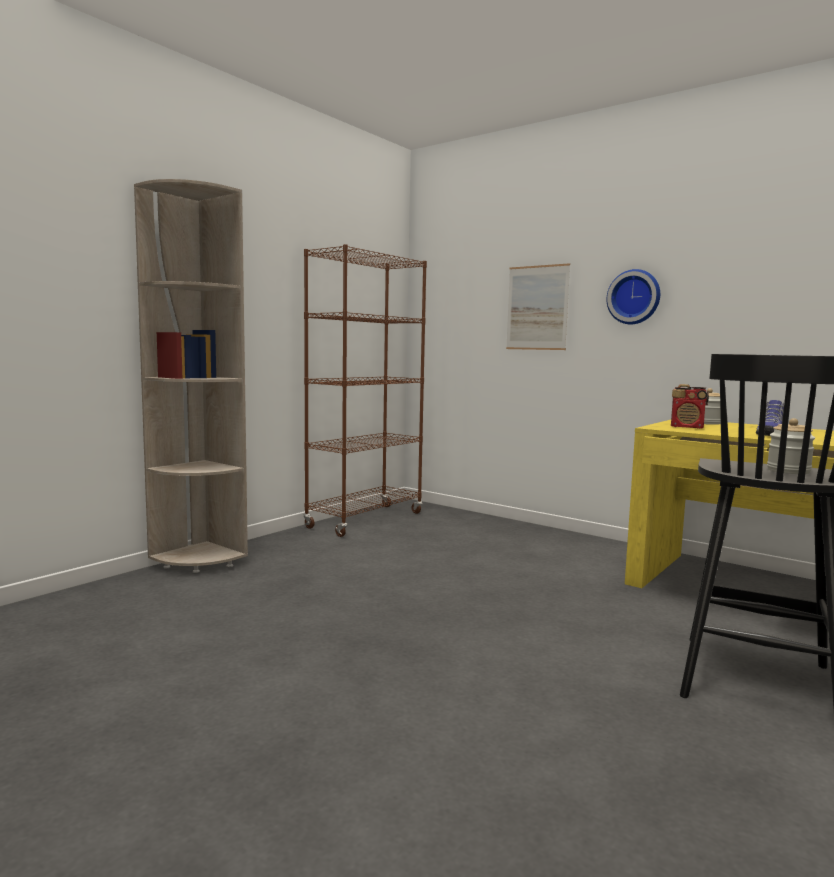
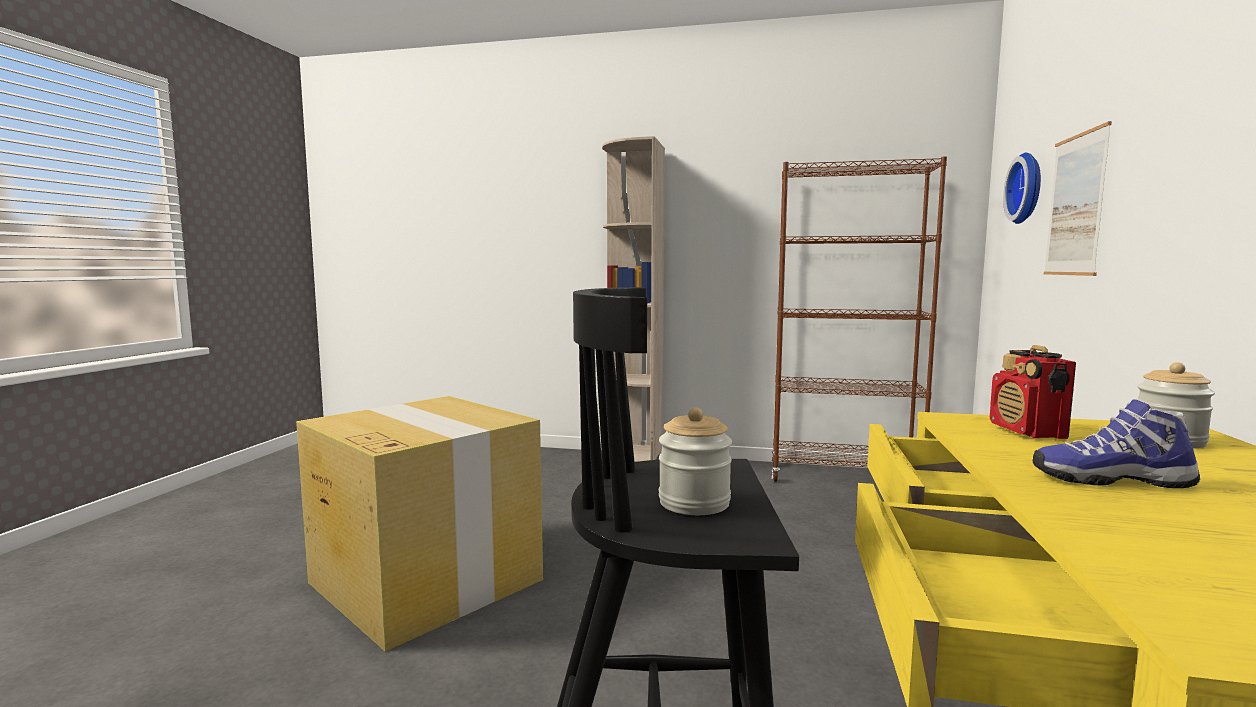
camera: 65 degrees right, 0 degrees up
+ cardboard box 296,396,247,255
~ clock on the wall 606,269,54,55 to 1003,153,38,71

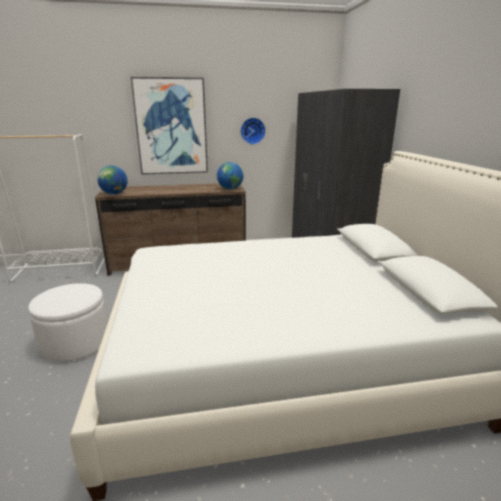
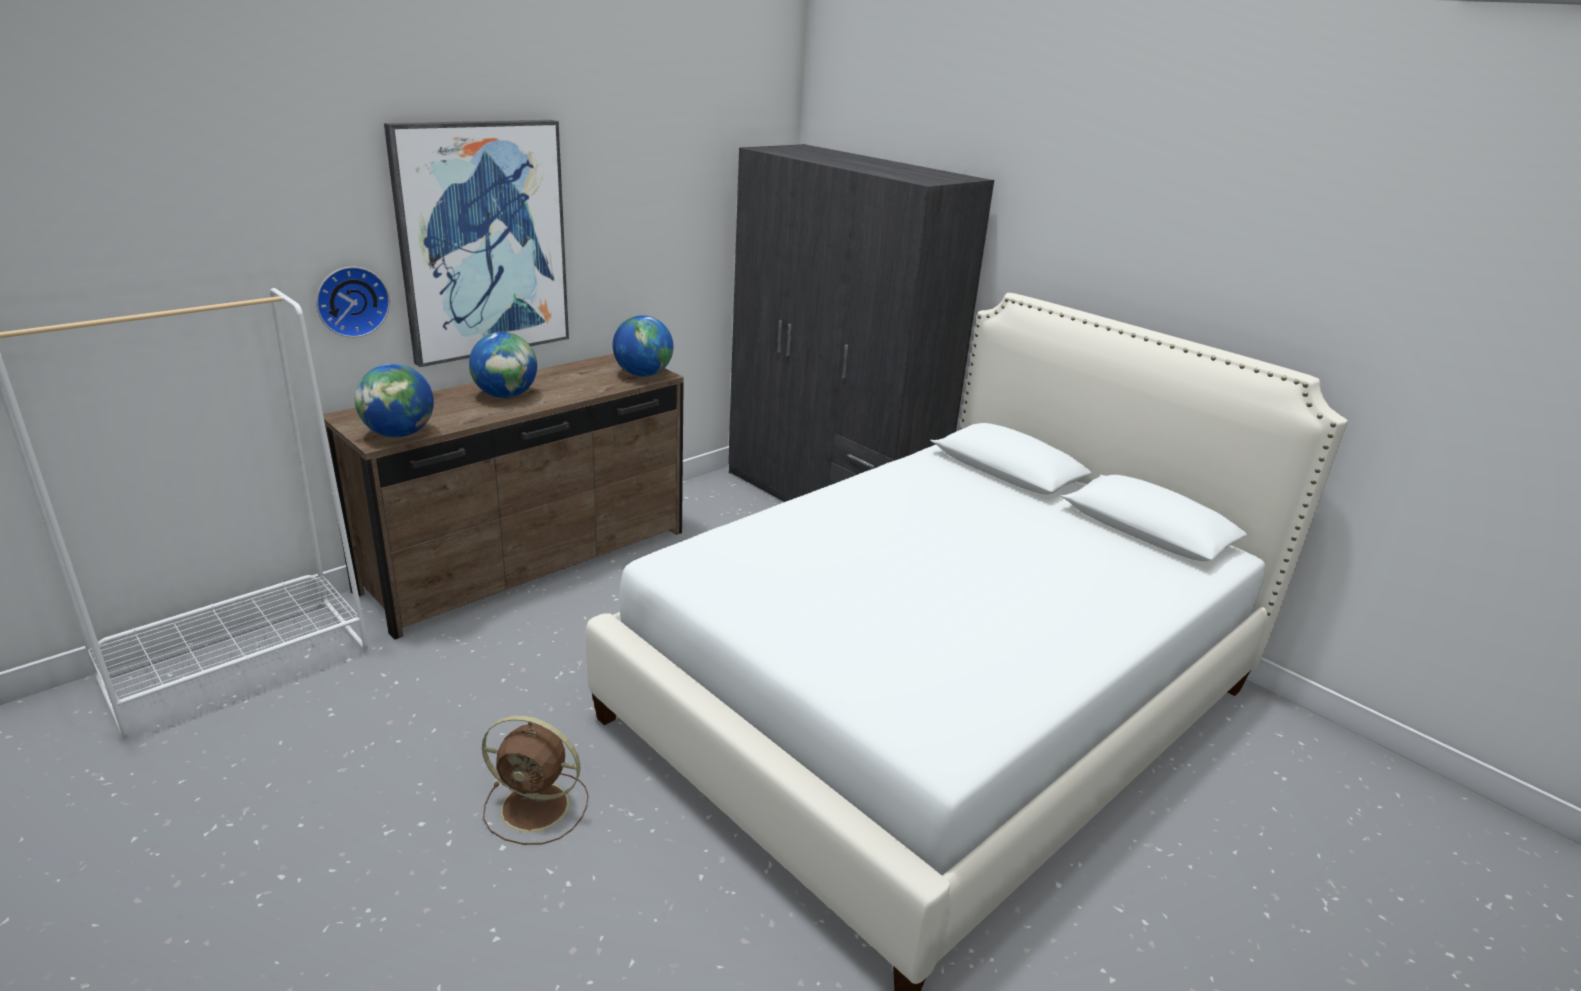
camera: 35 degrees left, 5 degrees up
+ world globe 469,332,68,66
~ clock on the wall 240,118,26,26 to 316,267,74,71
~ footrest (white-coloured) 28,283,80,79 to electric fan (brown-coloured) 482,715,106,130

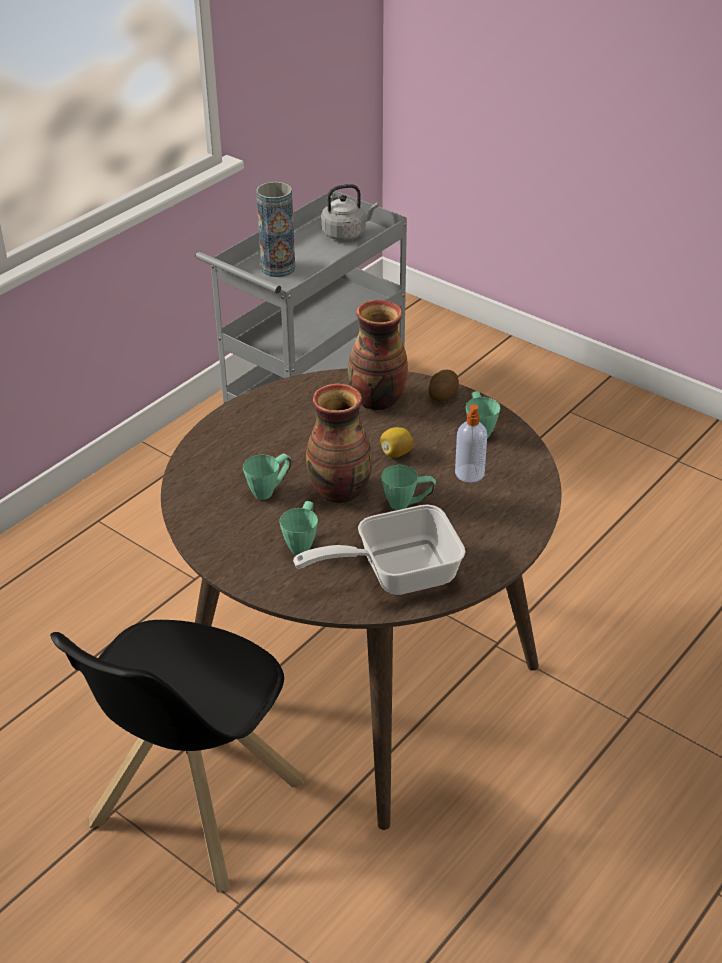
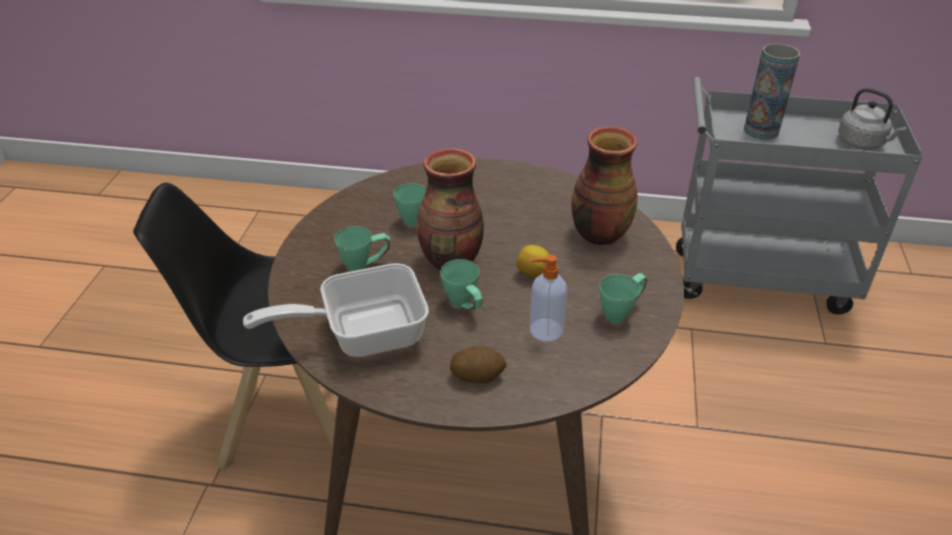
camera: 60 degrees right, 0 degrees up
~ whole potato 428,370,31,32 to 450,346,57,37
~ skillet 293,504,173,91 = 243,263,186,94 60 degrees counterclockwise

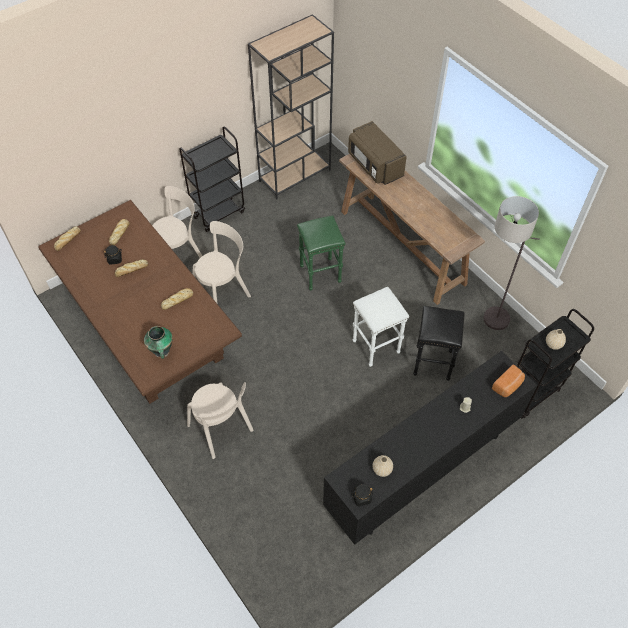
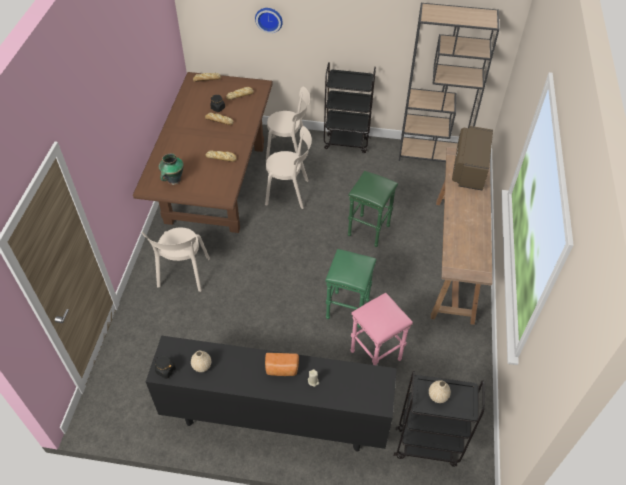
camera: 45 degrees right, 5 degrees down
- floor lamp (grey) 483,196,57,134
+ clock on the wall 255,8,28,25
~ baked bread 492,364,33,33 to 265,353,34,23
~ stool (white-coloured) 353,287,56,80 to stool (green) 325,249,51,79
~ stool (blackish) 413,306,52,75 to stool (pinkish) 350,293,63,72

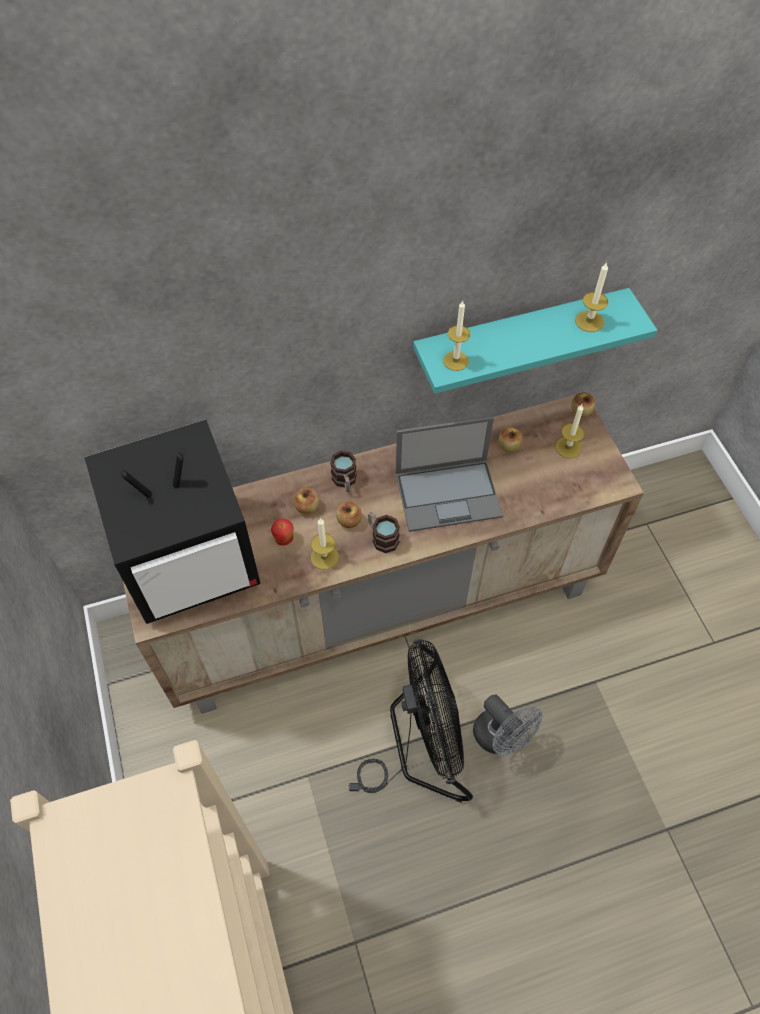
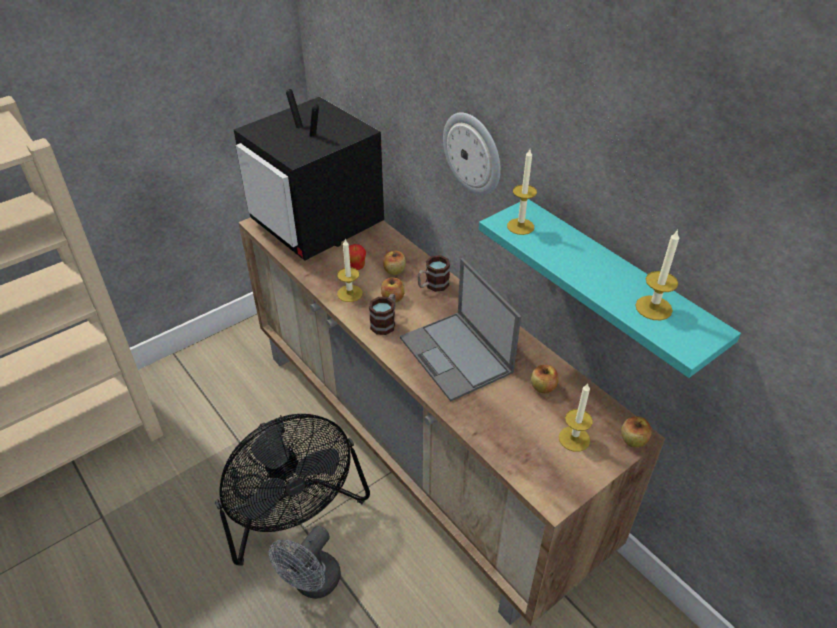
camera: 70 degrees right, 15 degrees down
+ clock on the wall 443,113,58,82

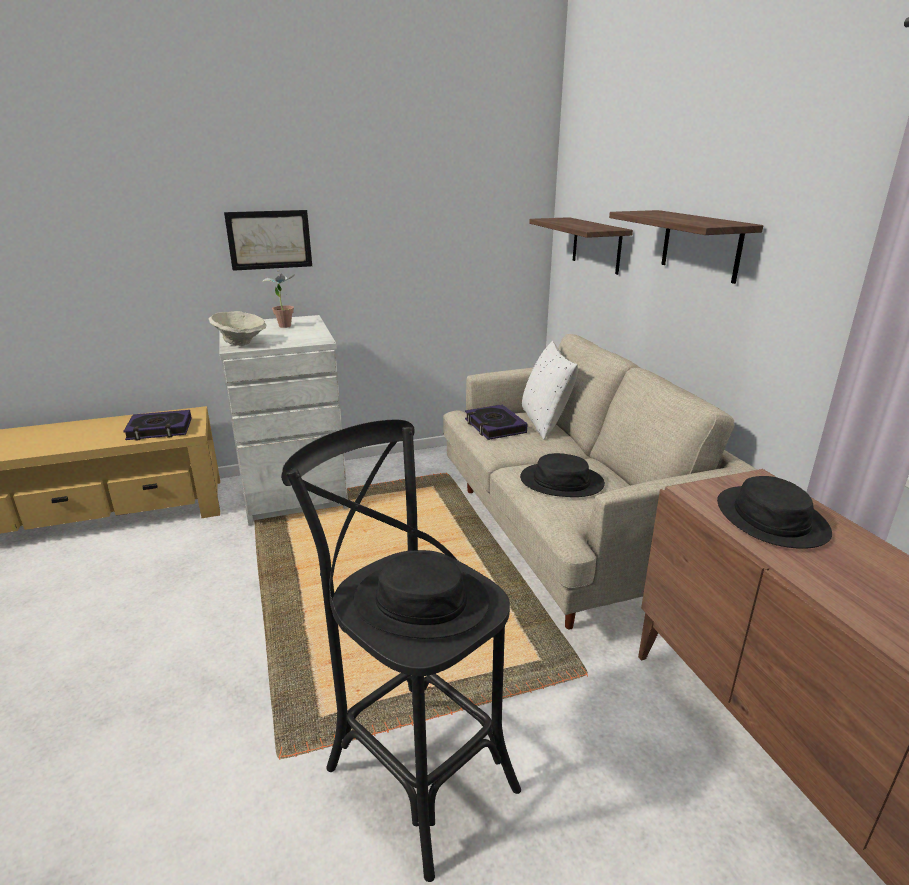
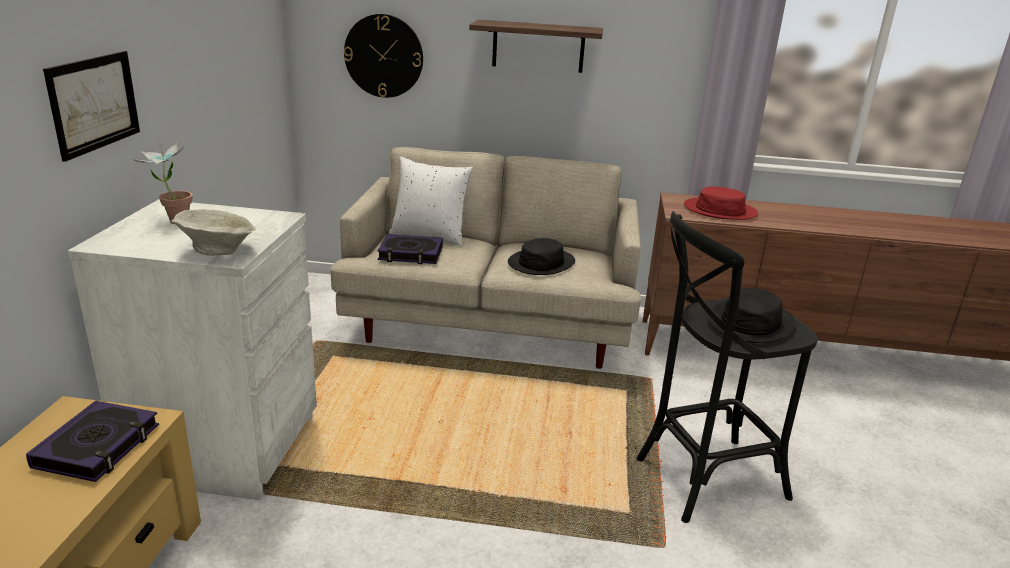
camera: 65 degrees left, 0 degrees up
~ shelf 529,217,104,58 to clock on the wall 344,14,79,84
~ hat (blackish) 717,476,115,73 to hat (red-coloured) 684,187,74,33

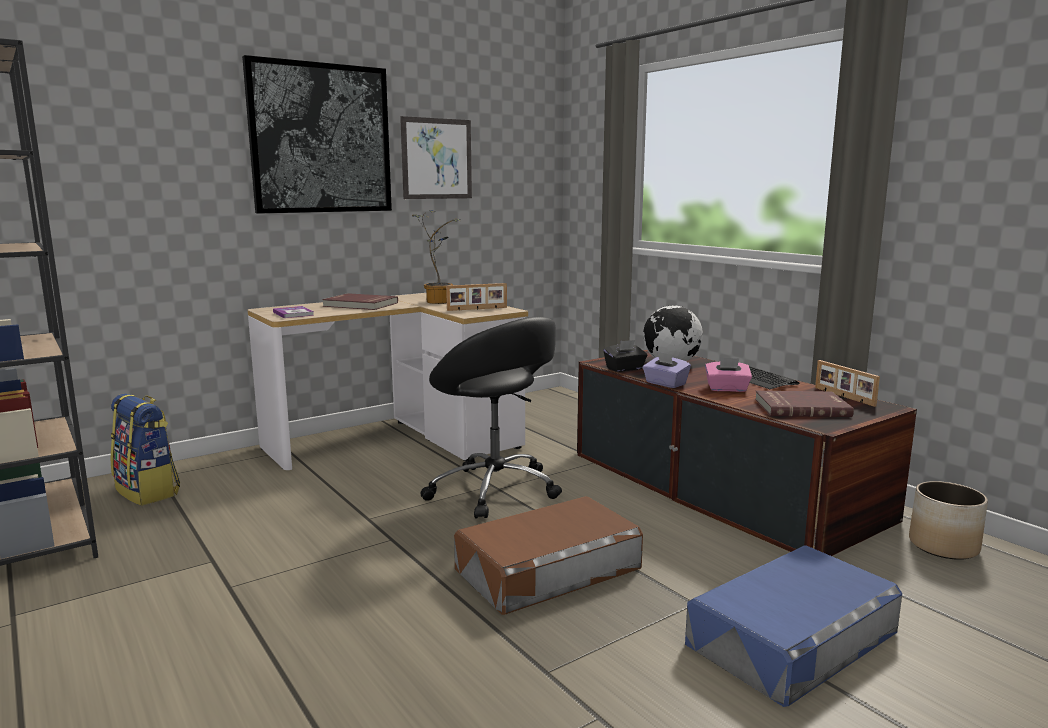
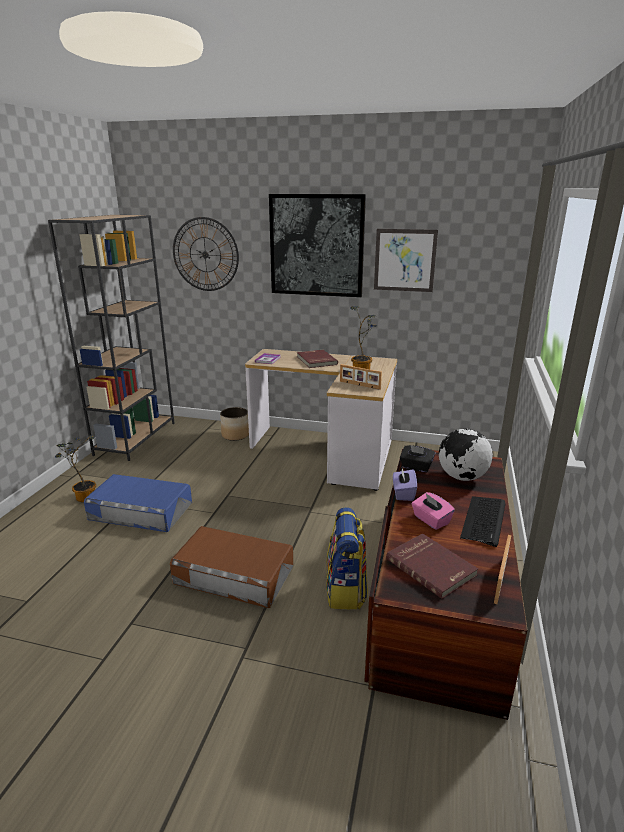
camera: 50 degrees right, 10 degrees up
- desk chair (blackish) 421,317,141,202
+ houseplant 55,435,41,67
+ clock on the wall 173,217,66,74
~ rucksack 111,393,69,113 to 326,507,42,103
~ storage box (blue) 685,545,217,162 to 84,474,108,58
~ flower pot 909,481,79,79 to 220,407,29,34

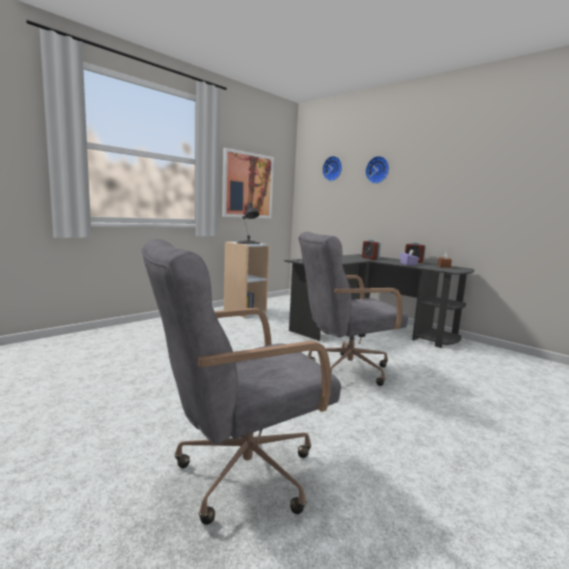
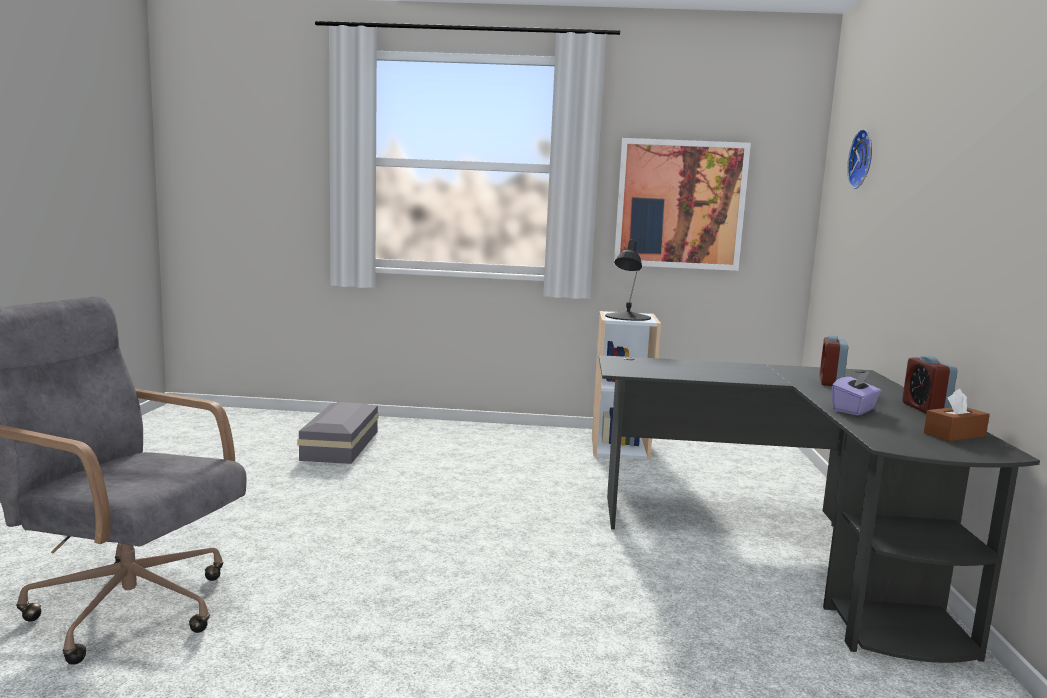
camera: 50 degrees right, 0 degrees up
- desk chair (grey) 298,232,110,154
- clock on the wall 365,156,24,28
+ storage box (grey) 297,402,82,62

